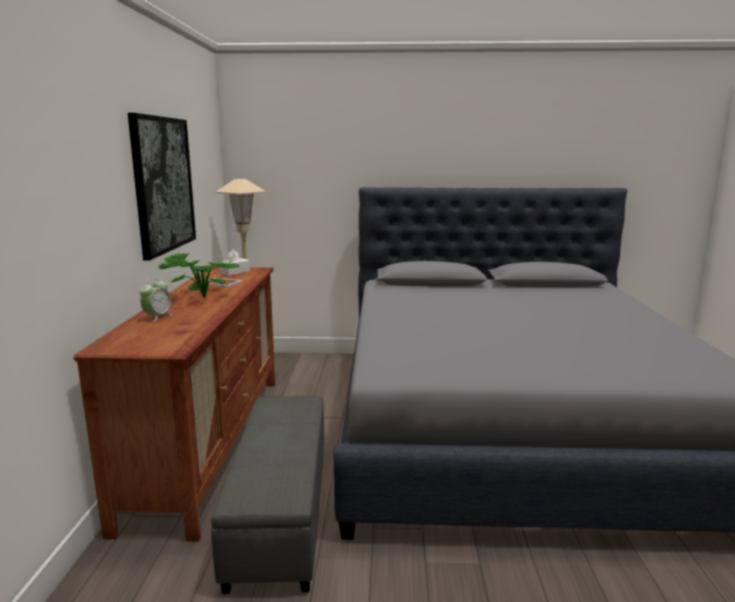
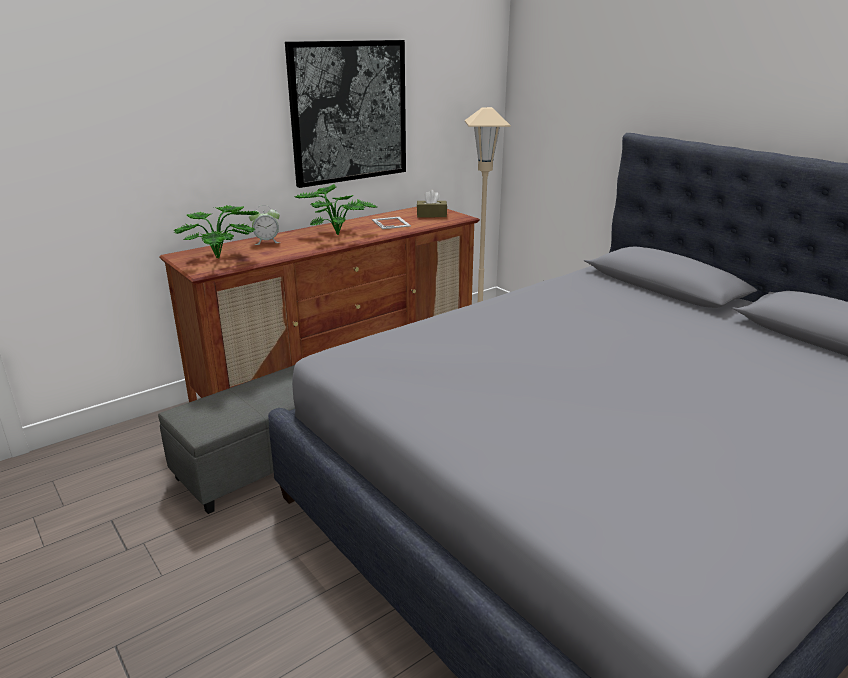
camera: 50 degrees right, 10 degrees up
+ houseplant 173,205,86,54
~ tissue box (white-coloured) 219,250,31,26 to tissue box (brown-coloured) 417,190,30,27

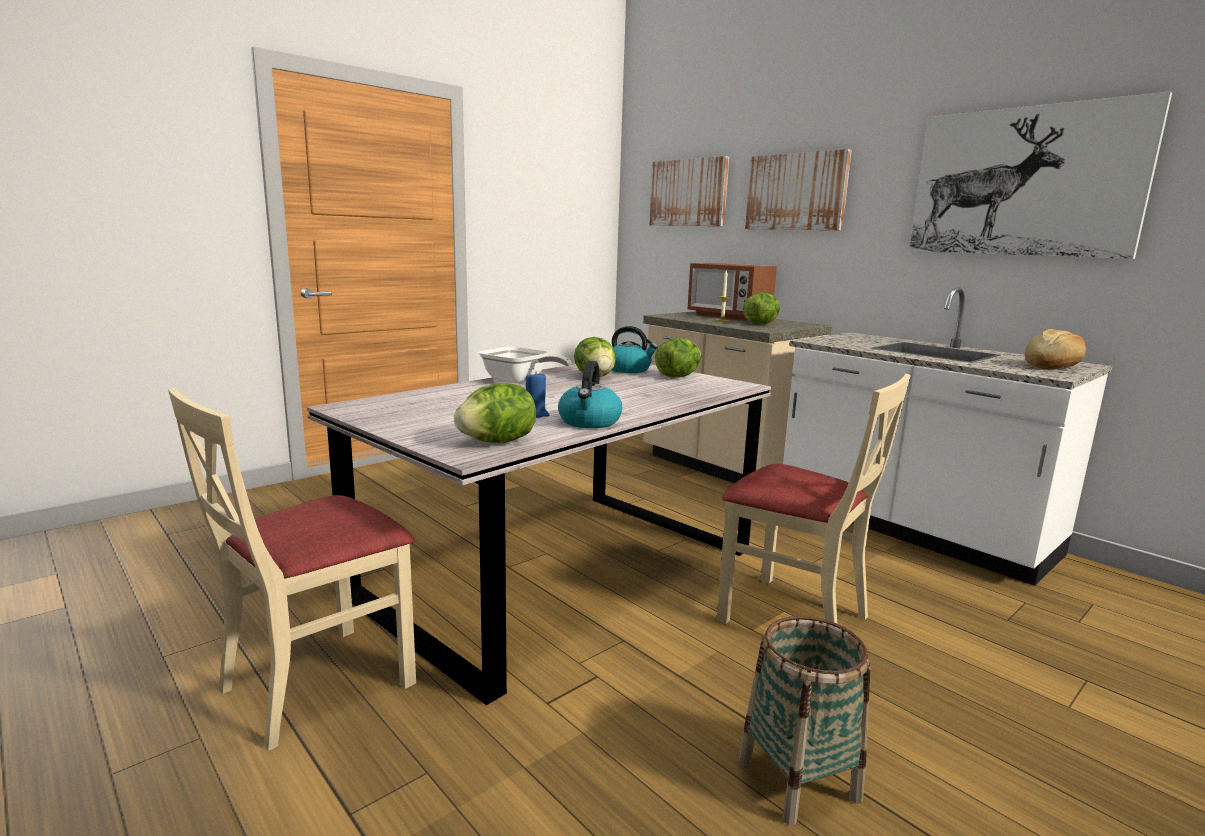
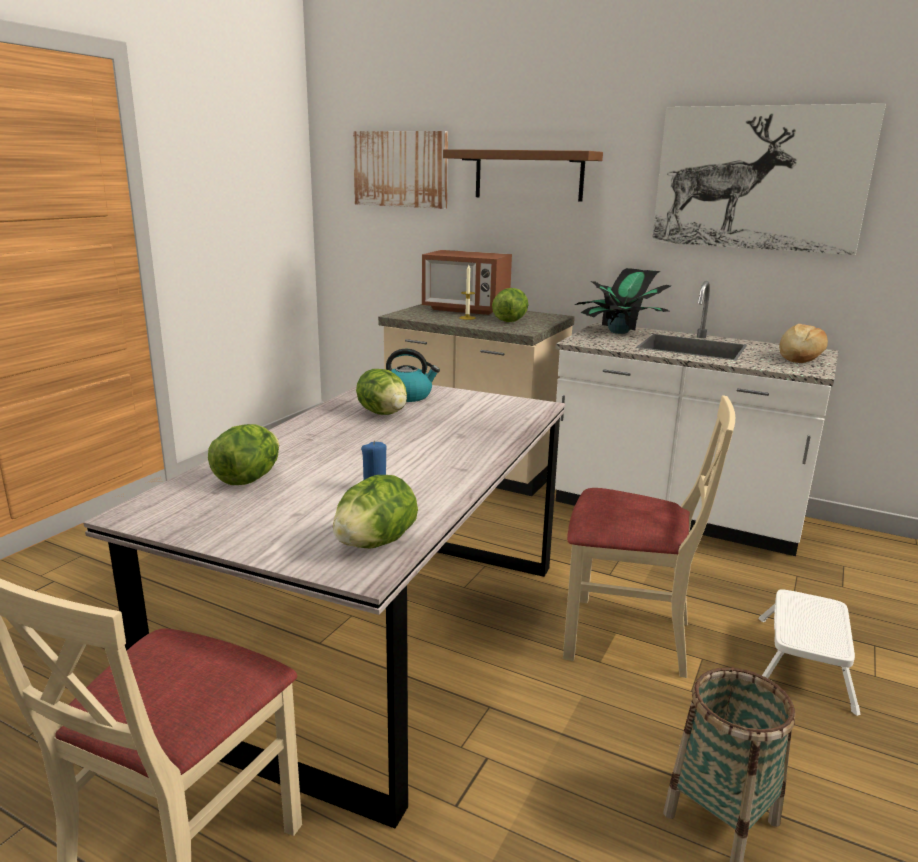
camera: 20 degrees left, 5 degrees up
- skillet 479,347,92,37
- tea kettle 558,361,64,67
+ houseplant 575,268,96,66
+ stepladder (white-coloured) 758,589,102,127
~ lettuce head 655,338,46,40 to 208,424,71,61
~ picture 745,149,107,81 to shelf (brown-coloured) 443,149,160,53

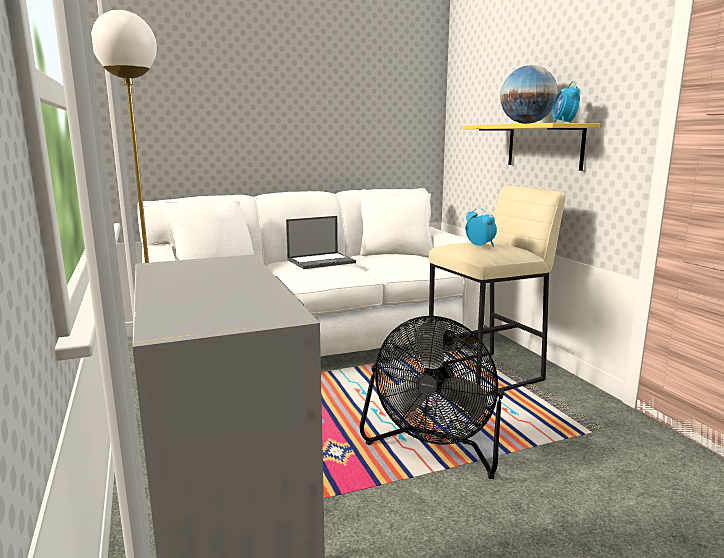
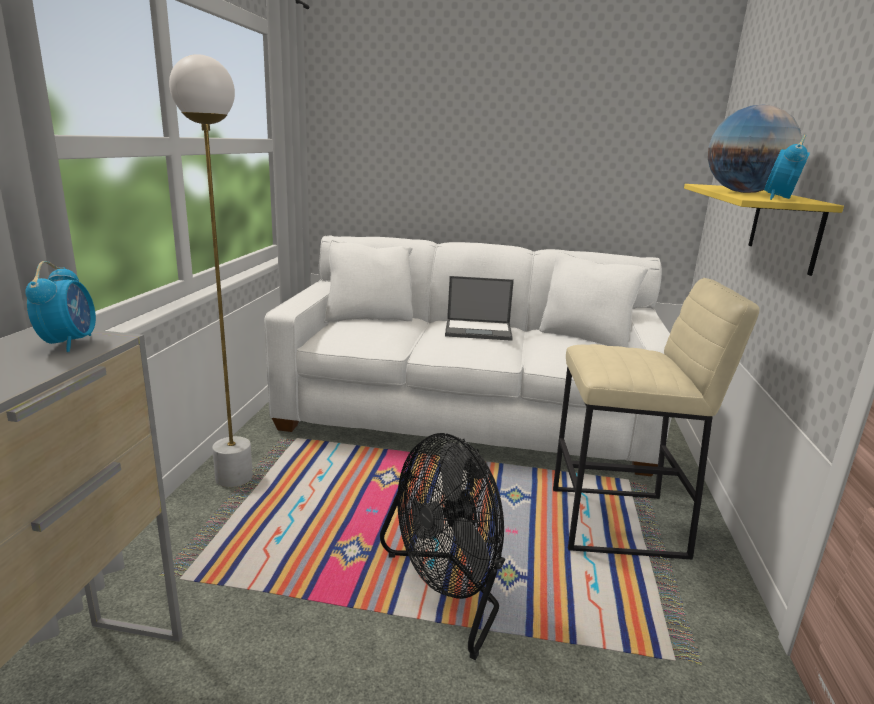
camera: 30 degrees right, 5 degrees up
~ bedside clock 466,207,31,40 to 25,261,71,91

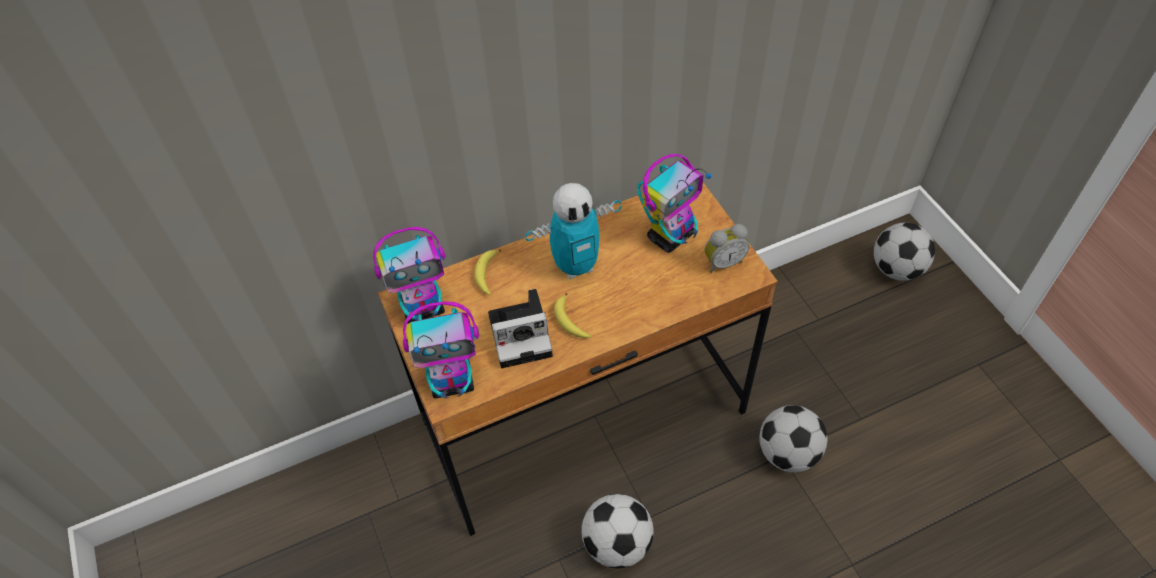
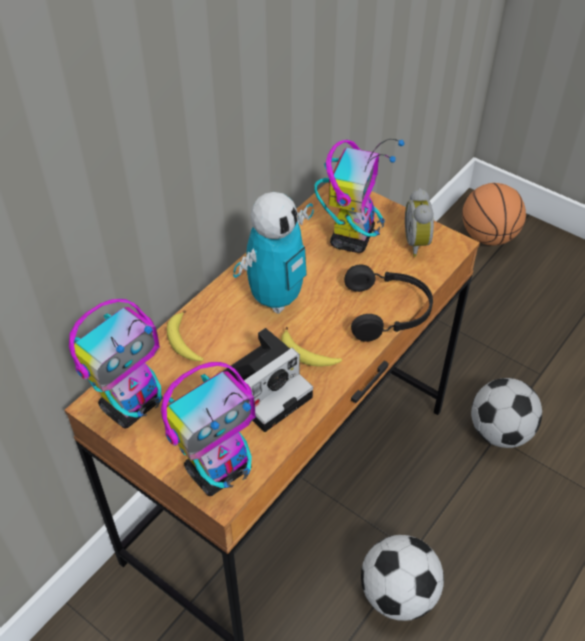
camera: 30 degrees left, 5 degrees down
+ pair of headphones (blackish) 344,264,89,78
~ ball for football 874,222,61,59 to basketball ball 462,183,64,63
~ bedside clock 705,224,45,49 = 405,188,29,69 135 degrees clockwise

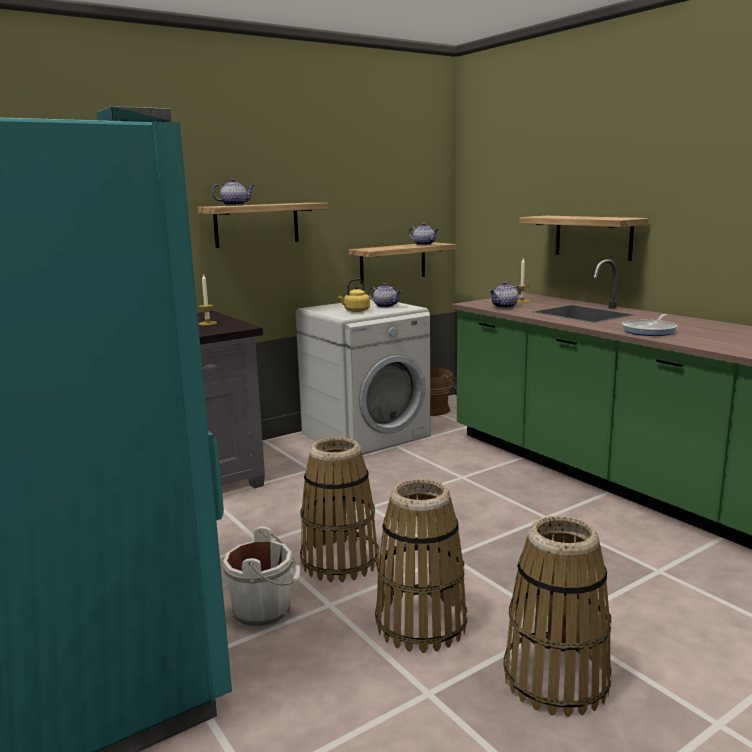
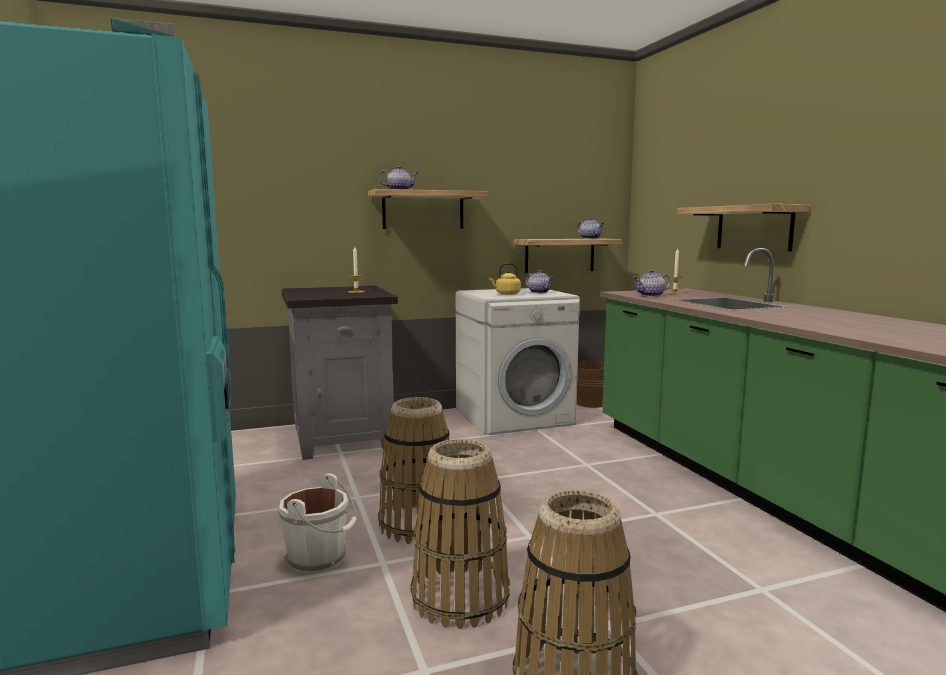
camera: 15 degrees right, 5 degrees down
- skillet 622,314,55,22

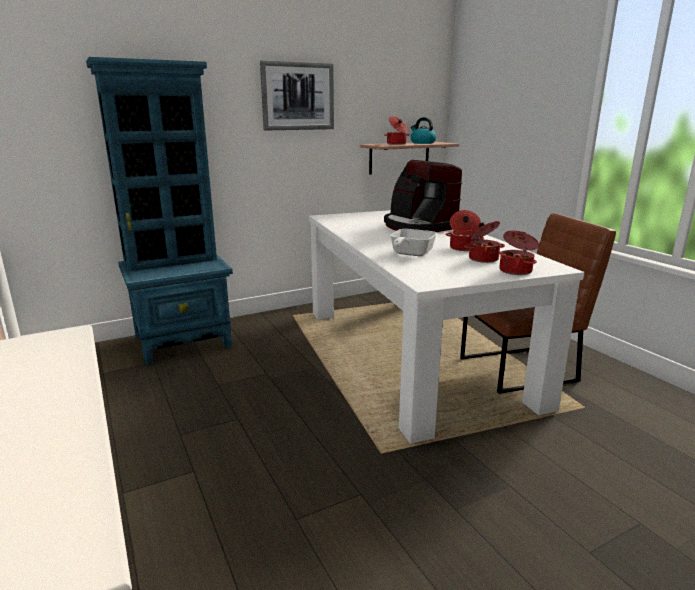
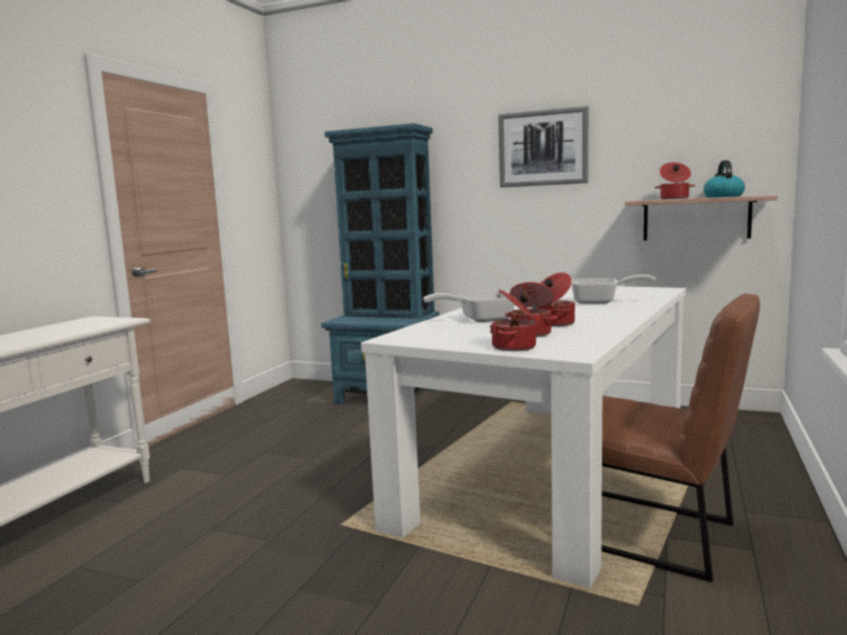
camera: 50 degrees right, 10 degrees down
~ coffee brewer 384,160,78,72 to skillet 571,275,85,29

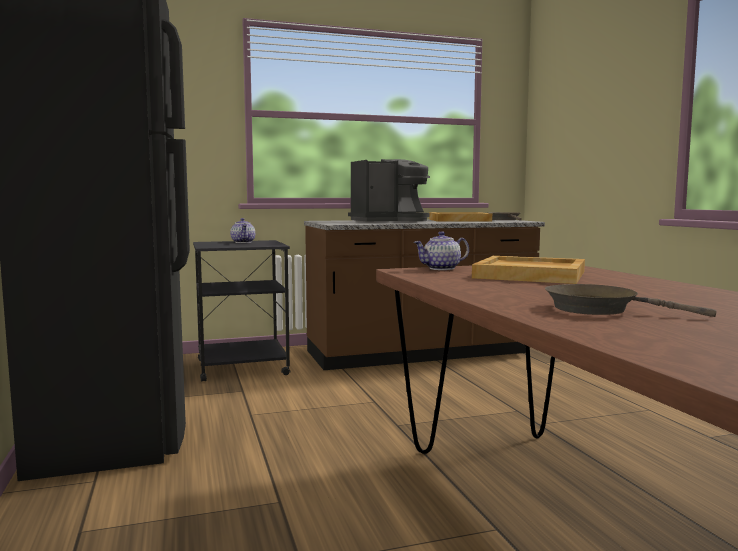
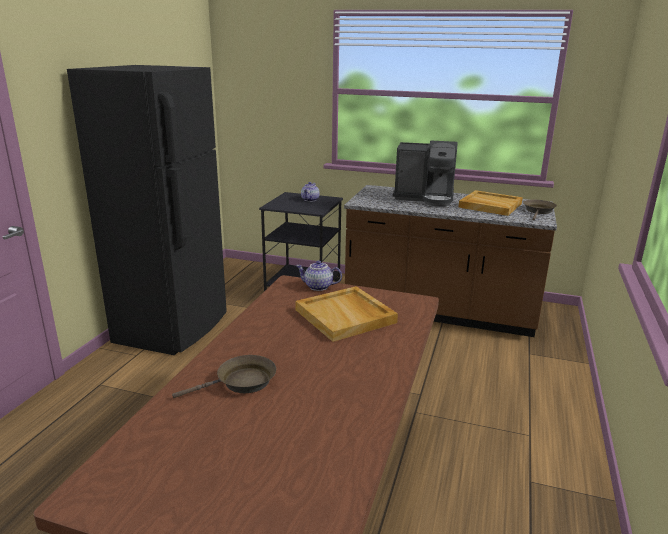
camera: 35 degrees right, 15 degrees up
~ skillet (brown-coloured) 545,284,172,33 = 172,355,104,43 90 degrees clockwise

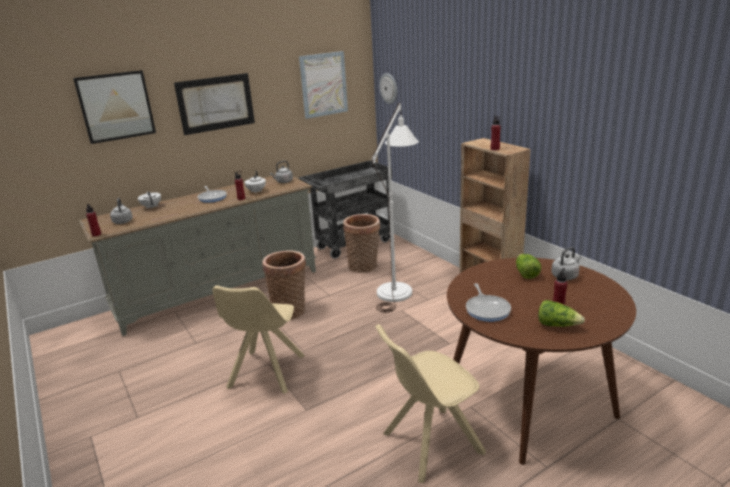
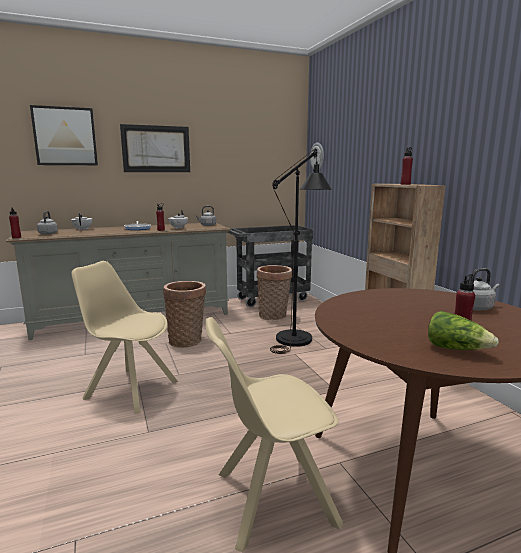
camera: 10 degrees right, 10 degrees down
- picture 299,51,49,68
- skillet 466,283,45,39
- lettuce head 516,254,25,25
~ floor lamp (white-coloured) 372,103,47,210 to floor lamp (blackish) 270,148,62,206
~ plain chair (beige-coloured) 212,285,93,109 = 72,261,106,153 90 degrees clockwise

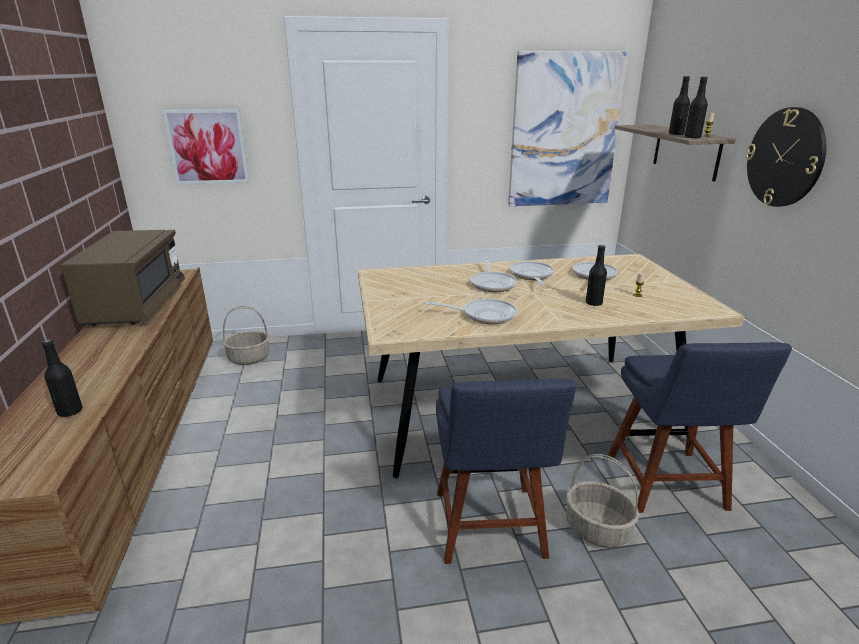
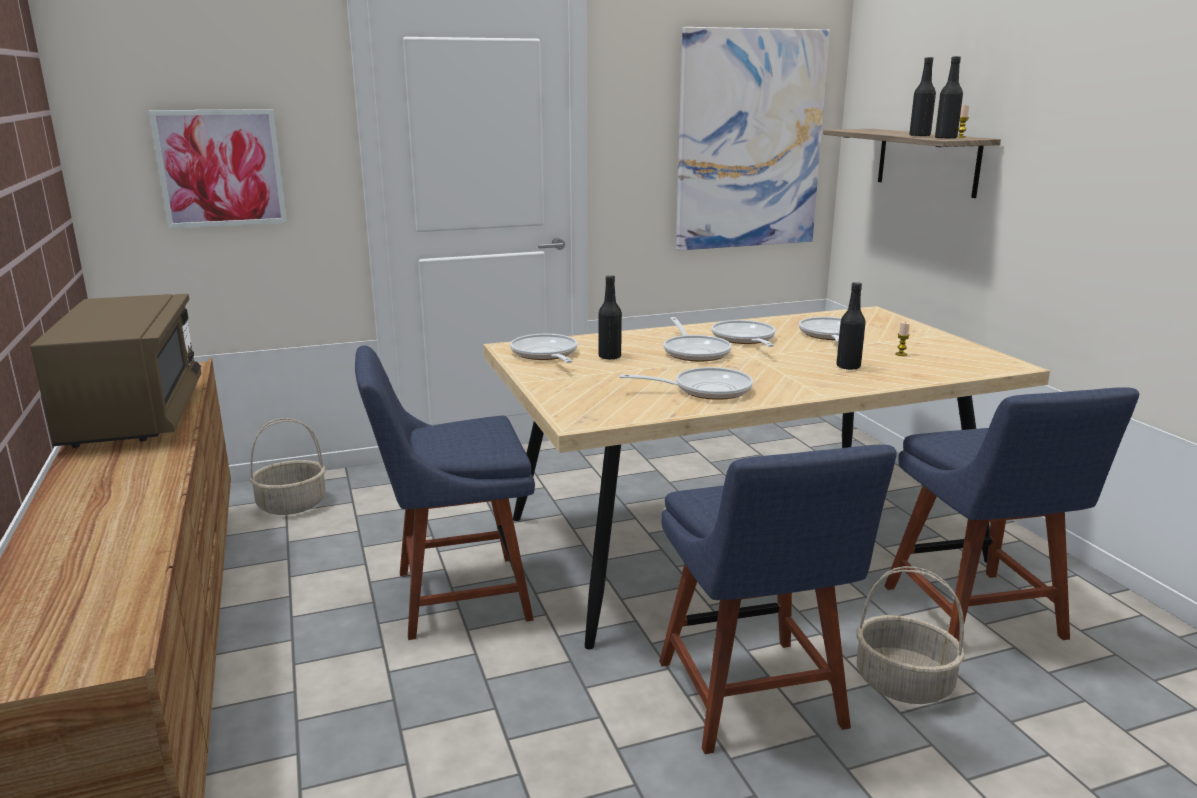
camera: 10 degrees left, 5 degrees down
- clock on the wall 746,107,80,100
+ plain chair (blue) 355,346,180,294
+ skillet 510,334,67,29
~ drink bottle (blackish) 42,339,40,78 to 598,275,24,85

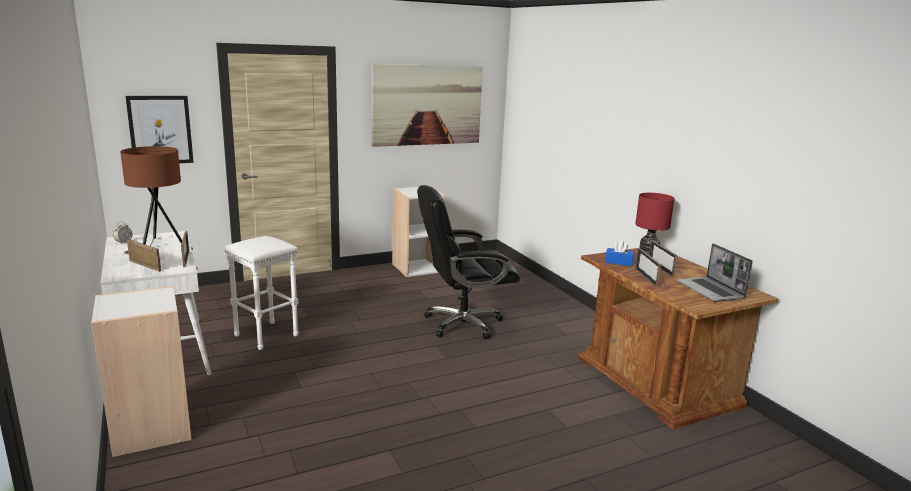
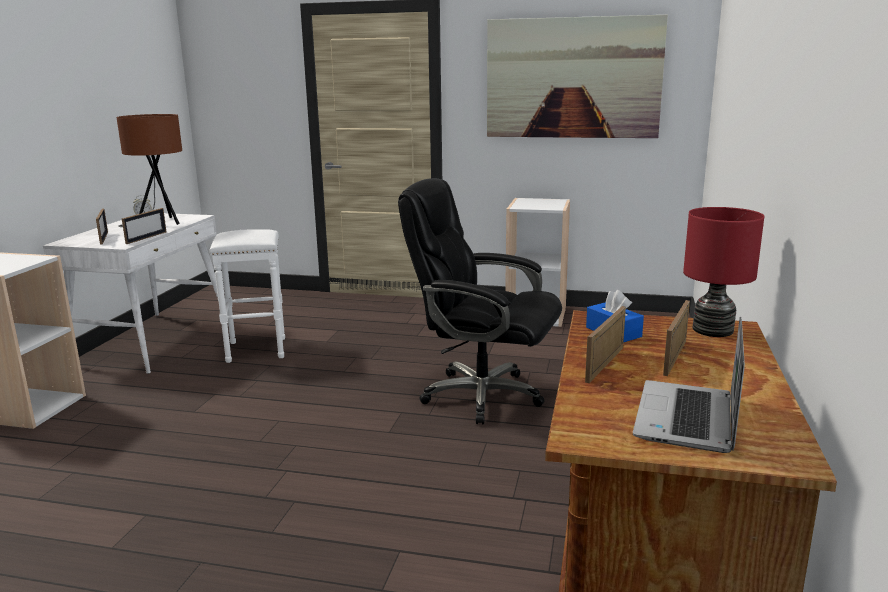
camera: 40 degrees right, 0 degrees up
- picture 126,96,68,67

